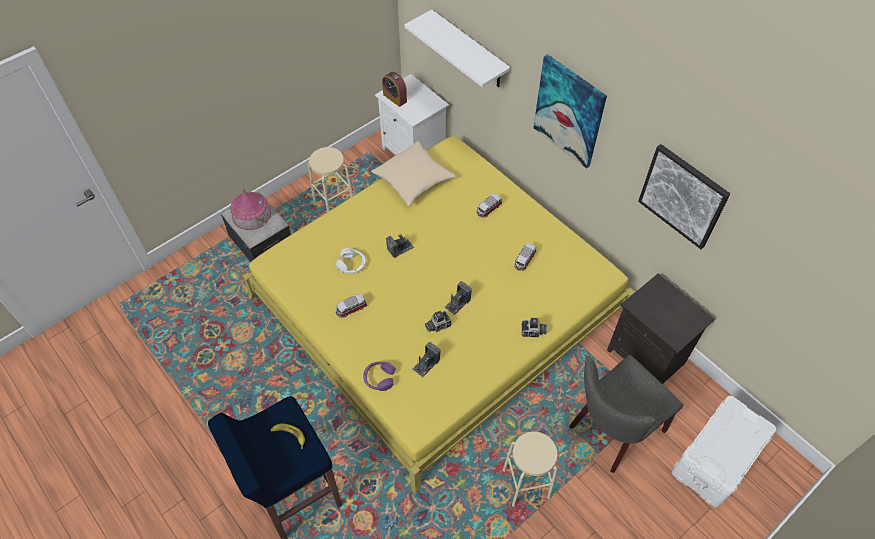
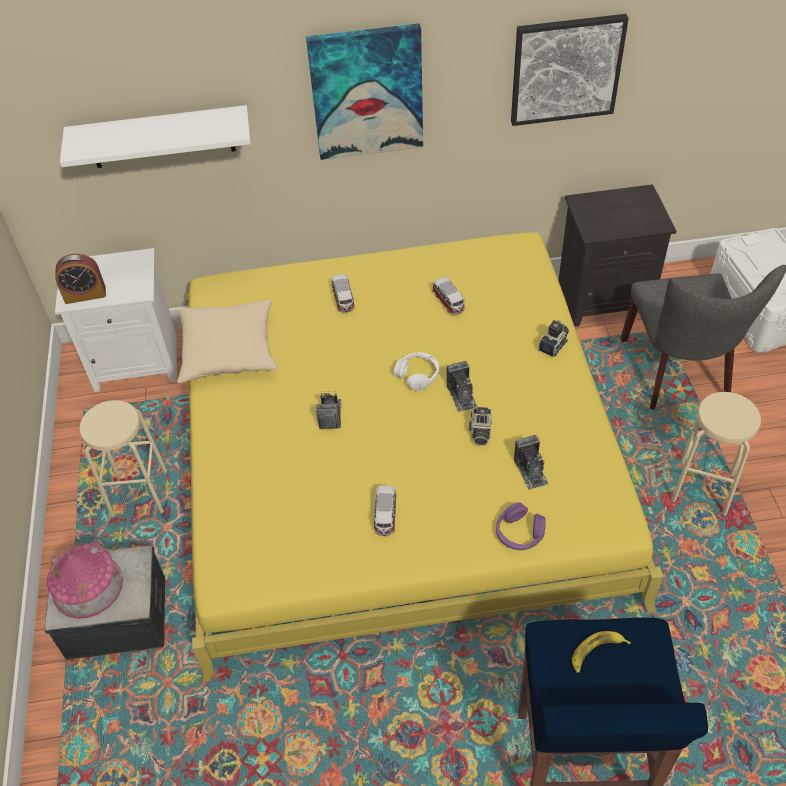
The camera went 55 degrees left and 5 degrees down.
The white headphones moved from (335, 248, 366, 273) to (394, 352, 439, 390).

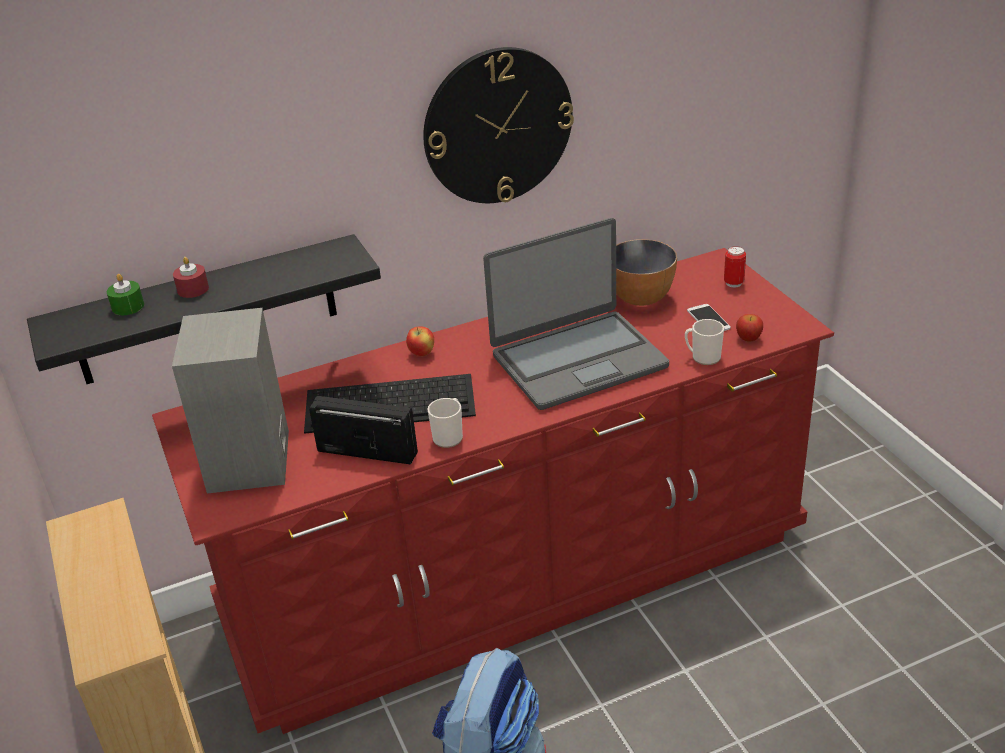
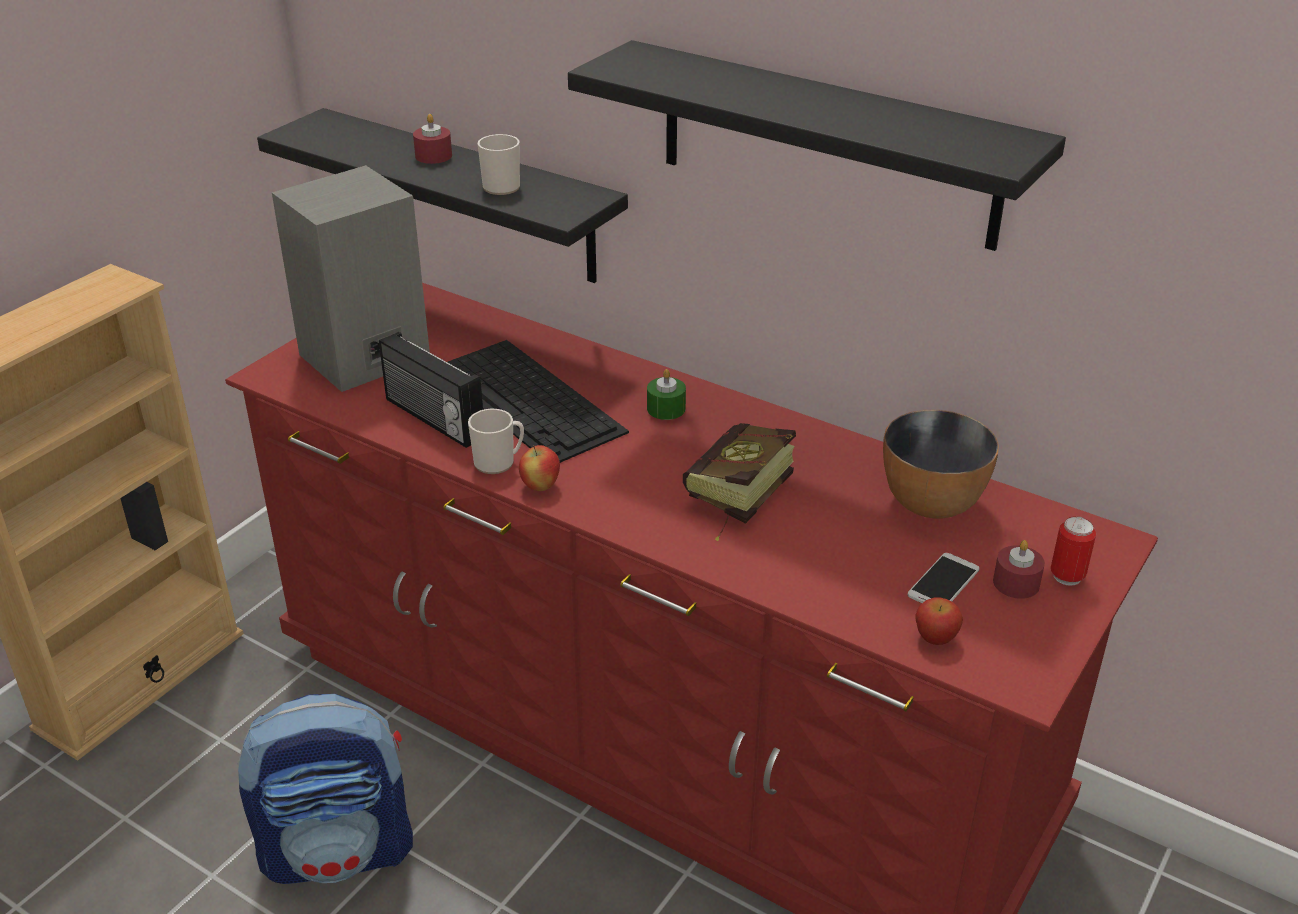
The camera went 55 degrees right and 0 degrees up.
The green candle moved from (107, 274, 144, 315) to (647, 369, 686, 420).
The radio at (309, 396, 418, 465) turned 150 degrees clockwise.
The apple moved from (406, 327, 434, 356) to (519, 445, 560, 491).
The wall clock at (423, 47, 574, 203) was replaced by the black shelf at (568, 40, 1066, 251).
The laptop at (483, 218, 669, 410) was replaced by the book at (683, 423, 796, 541).
The mug moved from (685, 319, 724, 365) to (478, 134, 520, 195).
The red candle at (993, 540, 1045, 599) appeared.

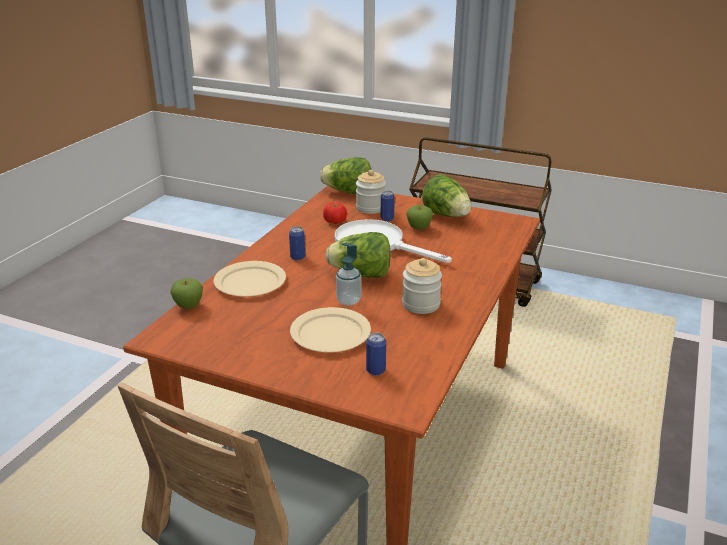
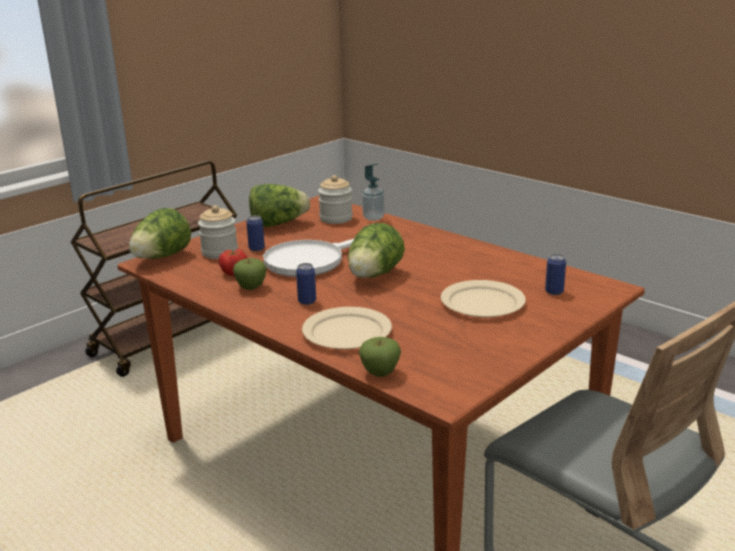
The camera went 70 degrees left and 5 degrees down.
The soap dispenser moved from (336, 243, 361, 306) to (362, 164, 385, 221).
The jar moved from (402, 258, 442, 314) to (318, 175, 353, 224).
The apple moved from (406, 205, 433, 230) to (233, 258, 266, 290).

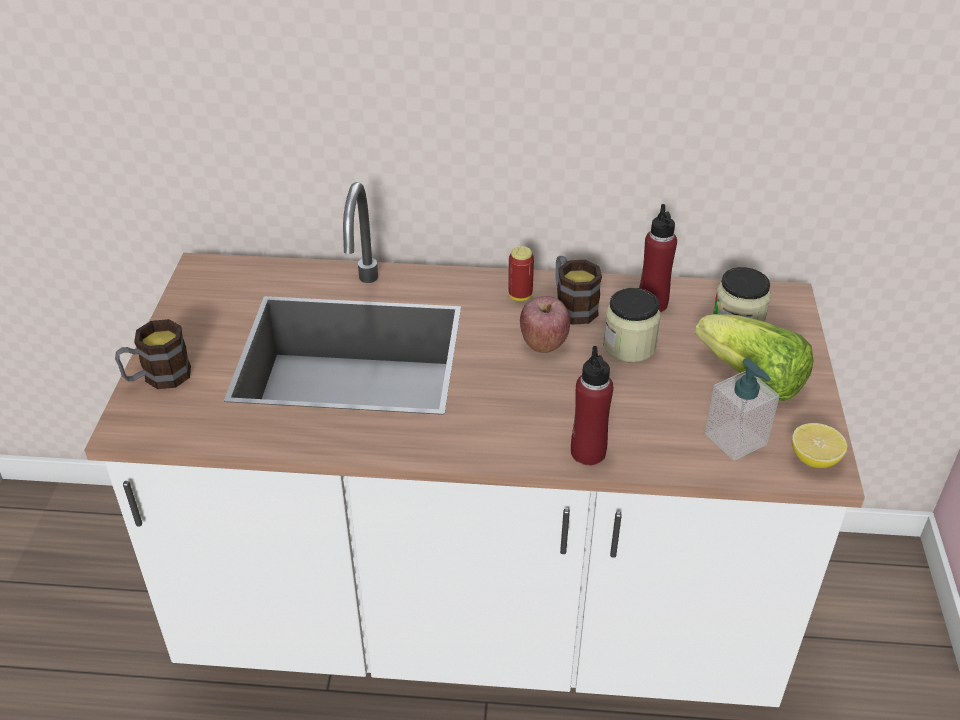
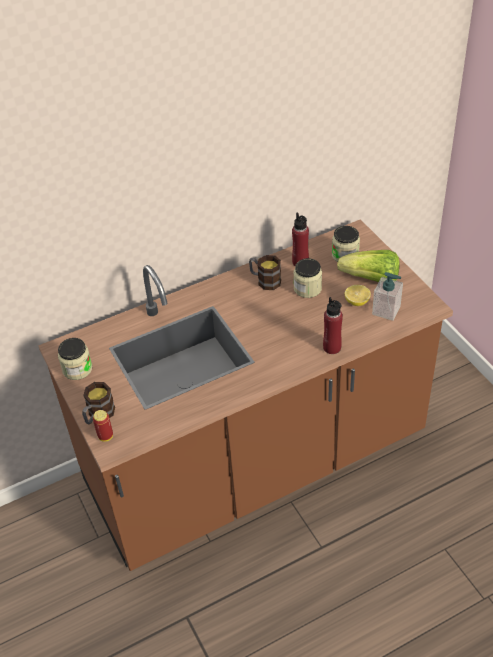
The camera went 30 degrees left and 5 degrees up.
The white counter at (84, 182, 865, 707) became the brown counter at (38, 219, 453, 571).
The can moved from (508, 246, 534, 301) to (93, 410, 113, 442).
The apple at (520, 296, 570, 353) disappeared.
The lemon moved from (792, 423, 847, 468) to (345, 285, 371, 306).
The jar at (58, 338, 93, 380) appeared.

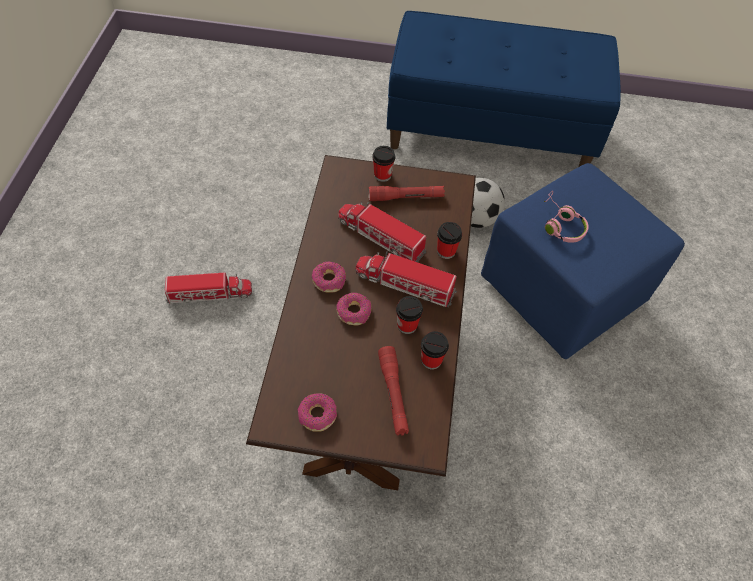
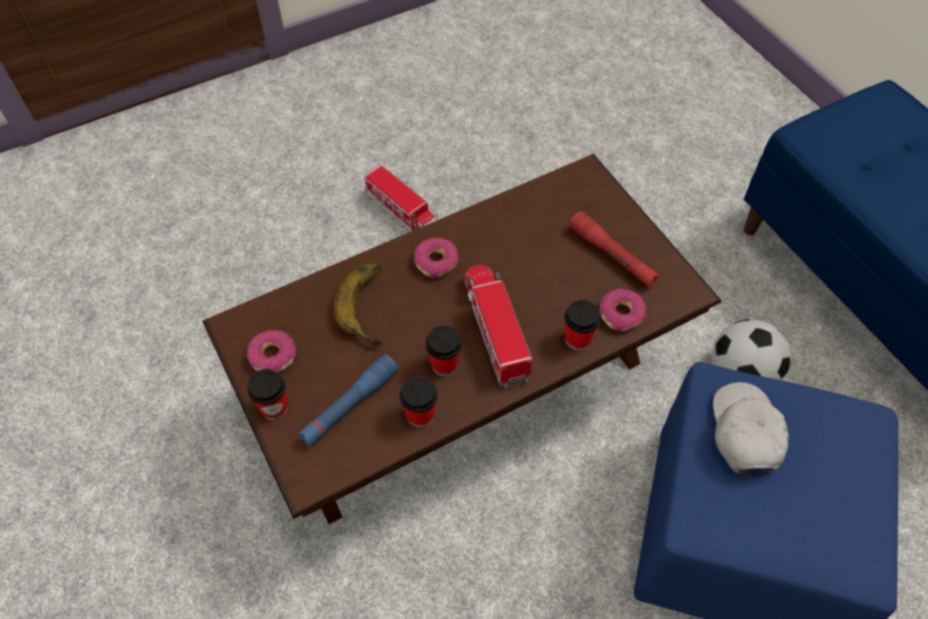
The camera went 55 degrees right and 0 degrees up.
The donut moved from (336, 293, 371, 326) to (600, 289, 646, 331).
The toy truck at (338, 202, 426, 262) disappeared.
The cup moved from (373, 146, 395, 182) to (247, 369, 288, 420).
The red flashlight at (378, 346, 409, 436) became the blue flashlight at (298, 354, 399, 447).
The pink headphones at (544, 191, 589, 243) was replaced by the white cap at (713, 382, 789, 476).
The banana at (334, 263, 382, 347) appeared.

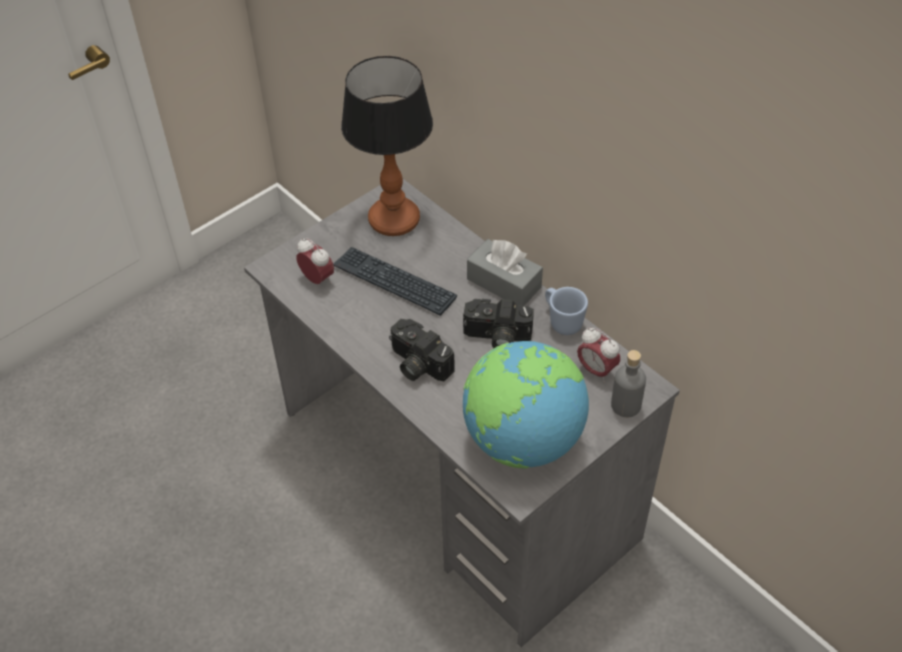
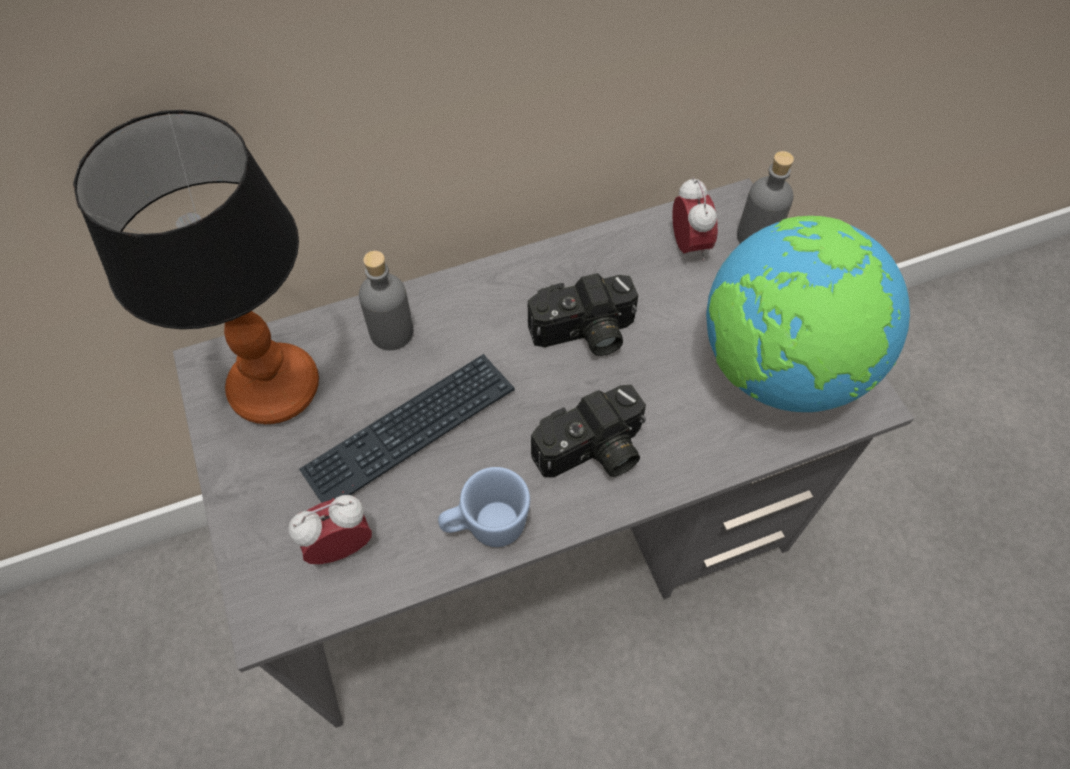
The camera went 70 degrees left and 10 degrees up.
The photo camera at (463, 299, 534, 348) turned 45 degrees clockwise.
The grey tissue box at (467, 239, 543, 306) disappeared.
The blue mug moved from (545, 287, 588, 335) to (438, 467, 530, 547).
The alarm clock at (577, 328, 620, 382) turned 75 degrees counterclockwise.
The grey bottle at (359, 251, 414, 350) appeared.

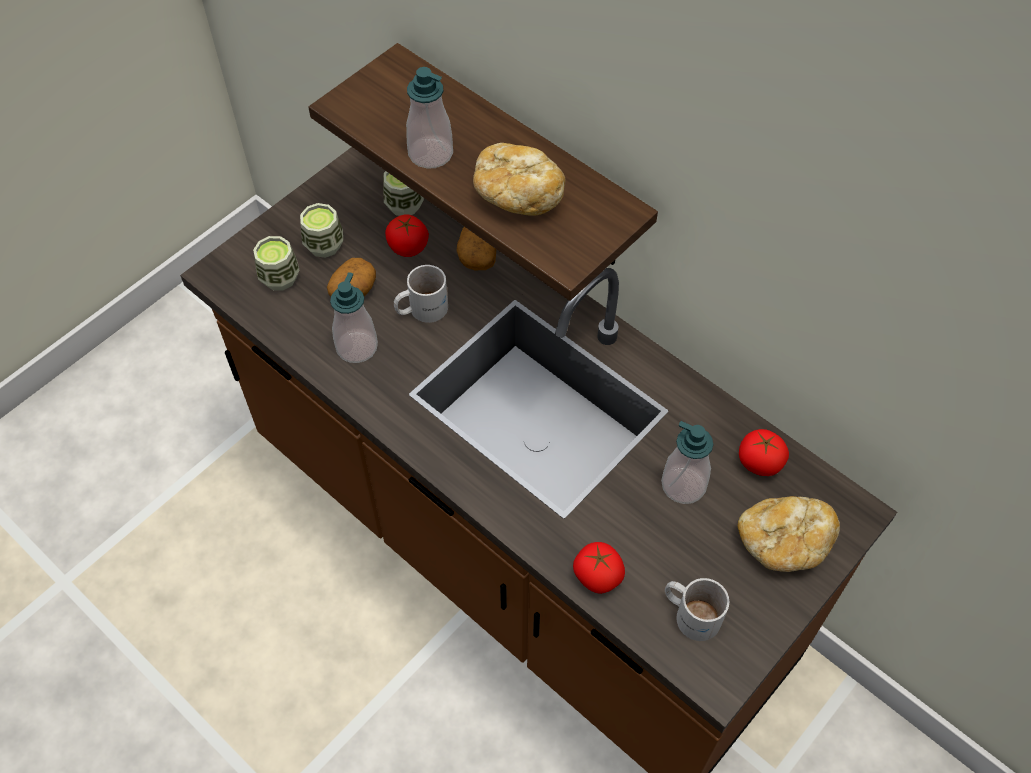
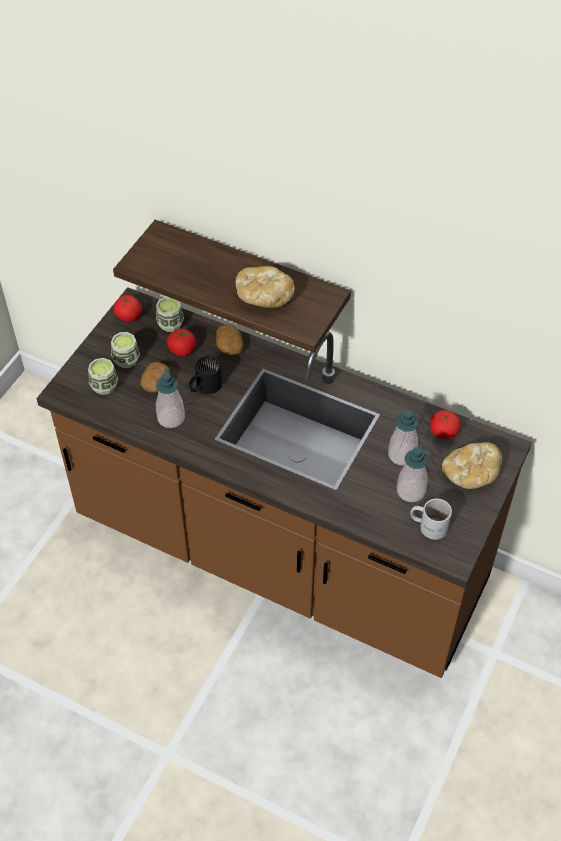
The camera went 15 degrees left and 5 degrees down.
The white mug at (394, 265, 448, 323) became the black mug at (189, 356, 222, 394).
The soap dispenser moved from (406, 67, 453, 169) to (397, 447, 430, 502).
The tomato moved from (573, 542, 625, 594) to (113, 295, 142, 322).

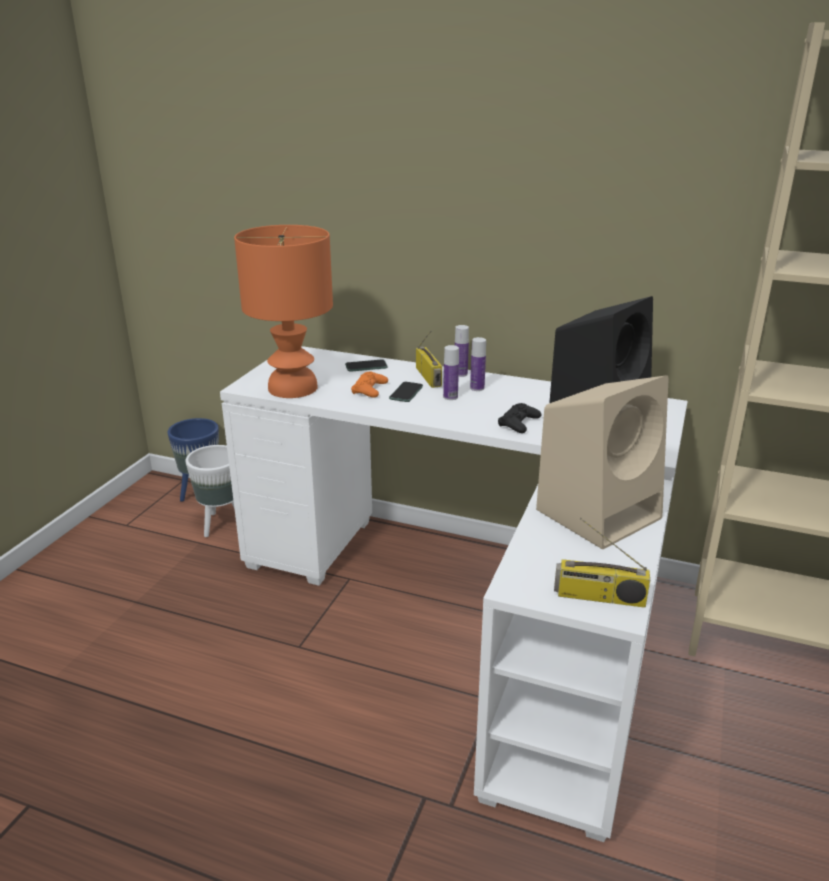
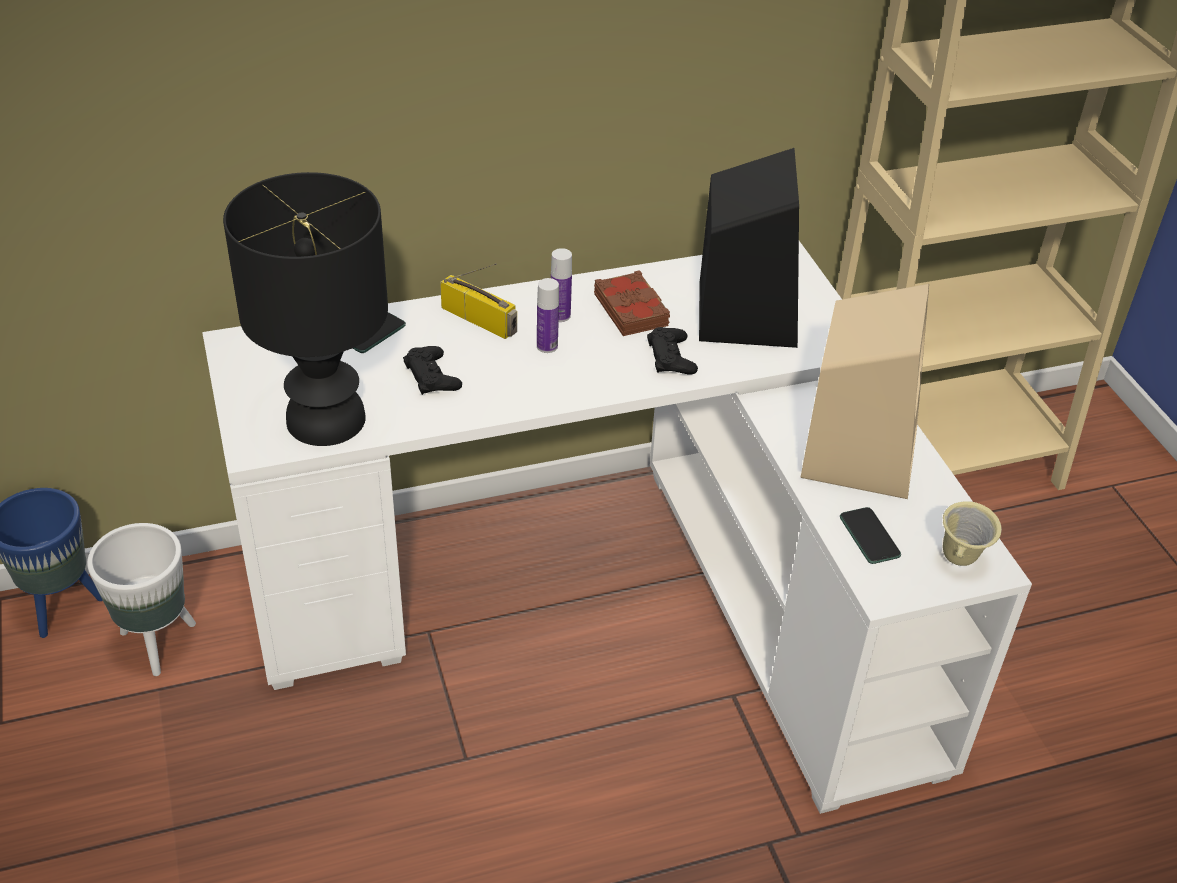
The camera went 40 degrees left and 15 degrees up.
The orange table lamp at (234, 225, 333, 398) became the black table lamp at (223, 172, 388, 446).
The orange game controller at (351, 371, 388, 397) became the black game controller at (403, 346, 462, 395).
The phone moved from (389, 382, 423, 402) to (840, 507, 901, 564).
The bottle at (455, 325, 469, 377) disappeared.
The radio at (554, 518, 650, 608) was replaced by the beige mug at (943, 501, 1002, 566).
The brown book at (594, 270, 670, 336) appeared.

